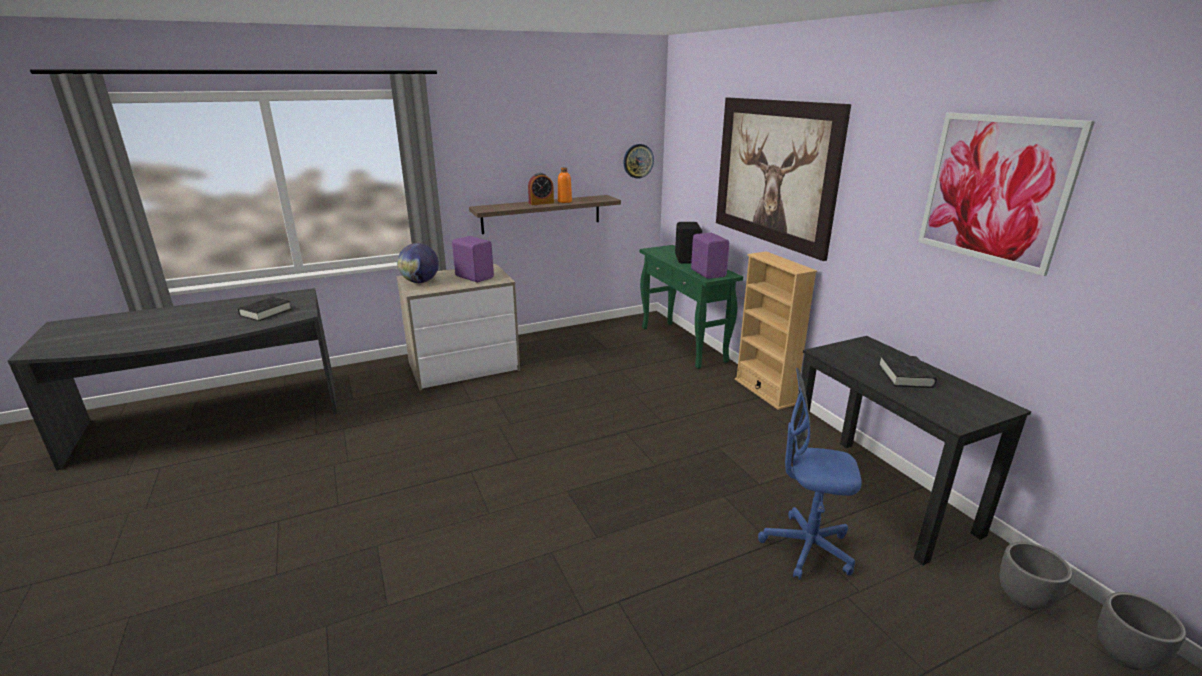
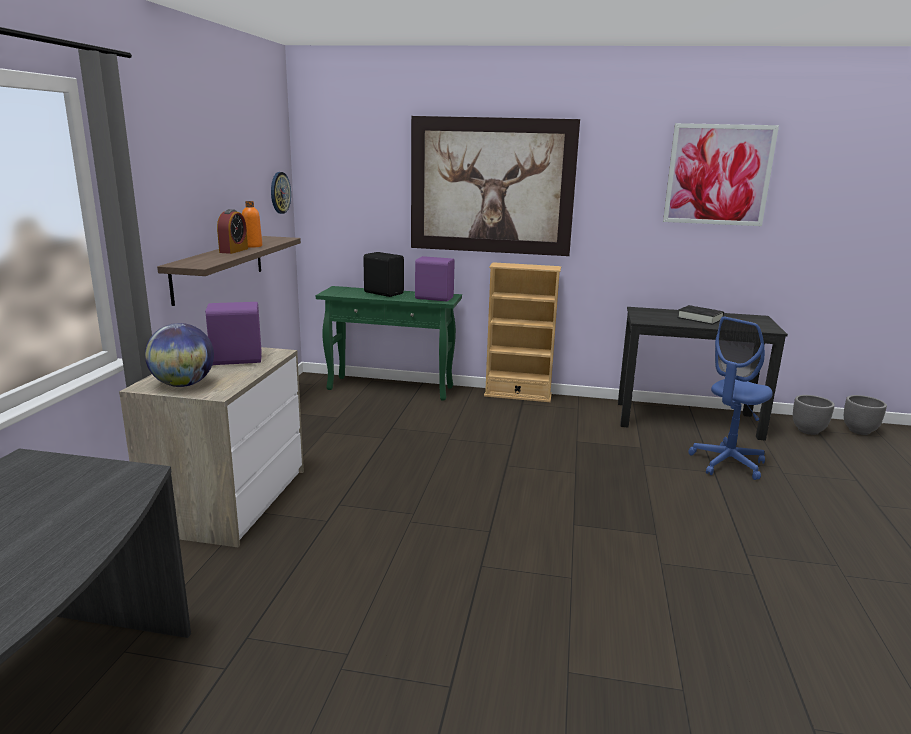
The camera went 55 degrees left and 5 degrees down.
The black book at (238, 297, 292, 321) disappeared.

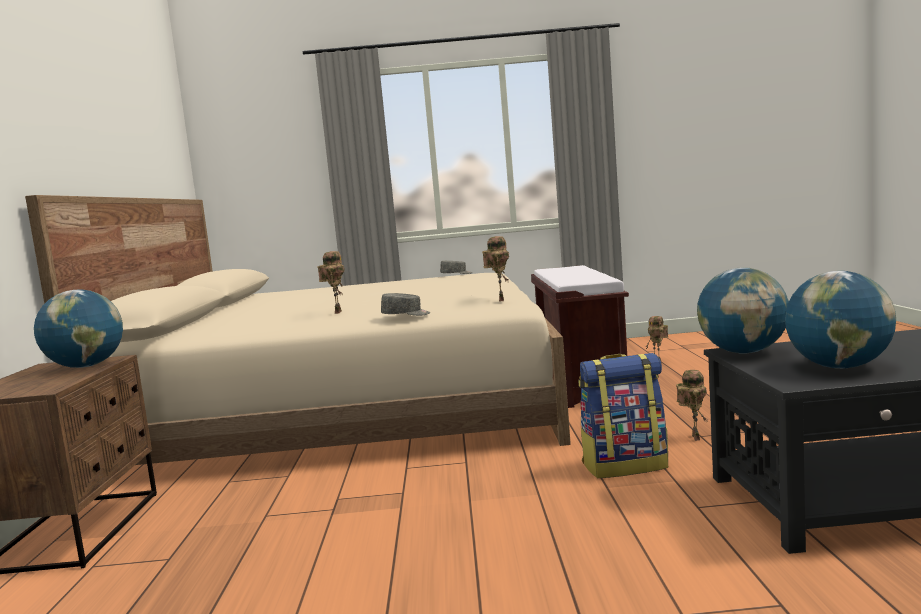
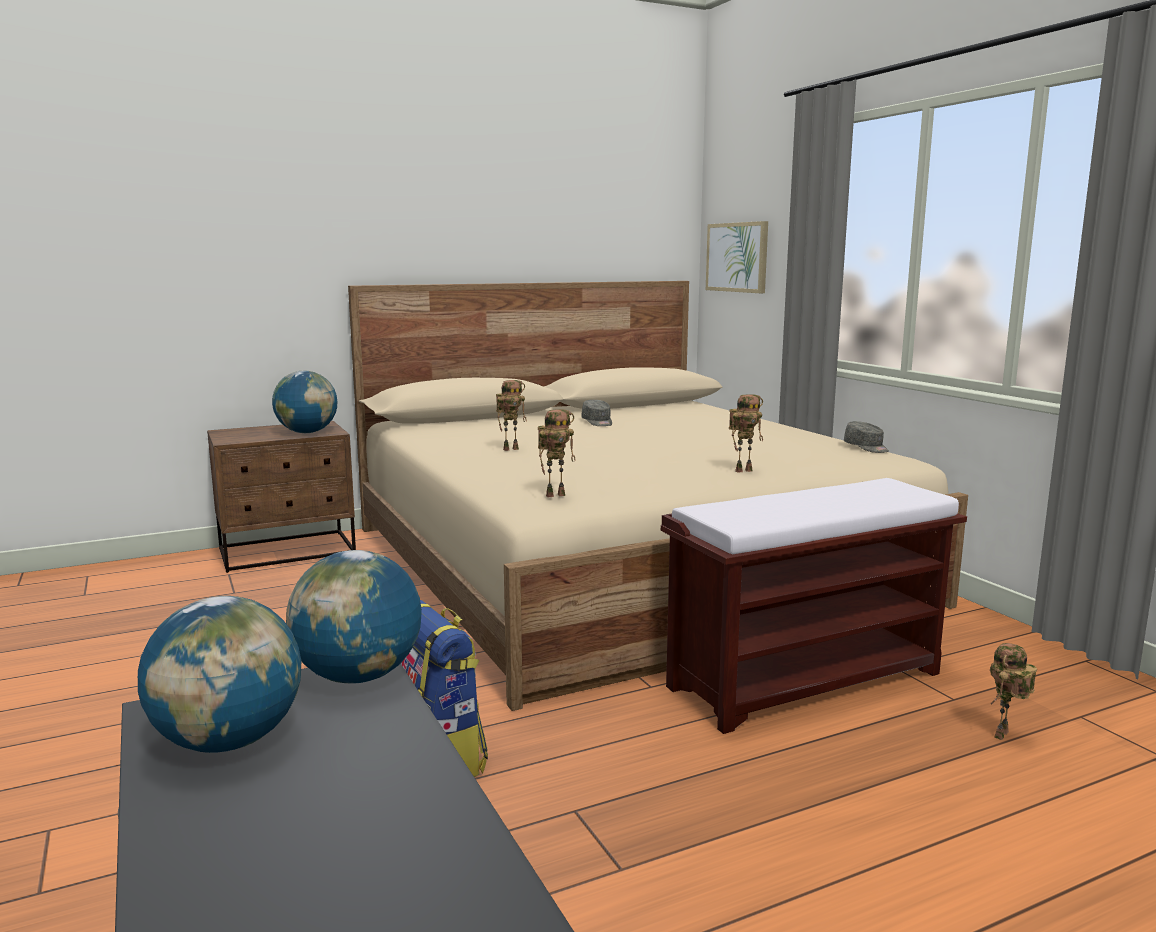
The camera went 65 degrees right and 5 degrees up.
The grey cap moved from (381, 293, 430, 316) to (582, 400, 612, 426).
The toy robot moved from (676, 370, 708, 441) to (729, 394, 763, 472).
The picture at (706, 221, 768, 293) appeared.

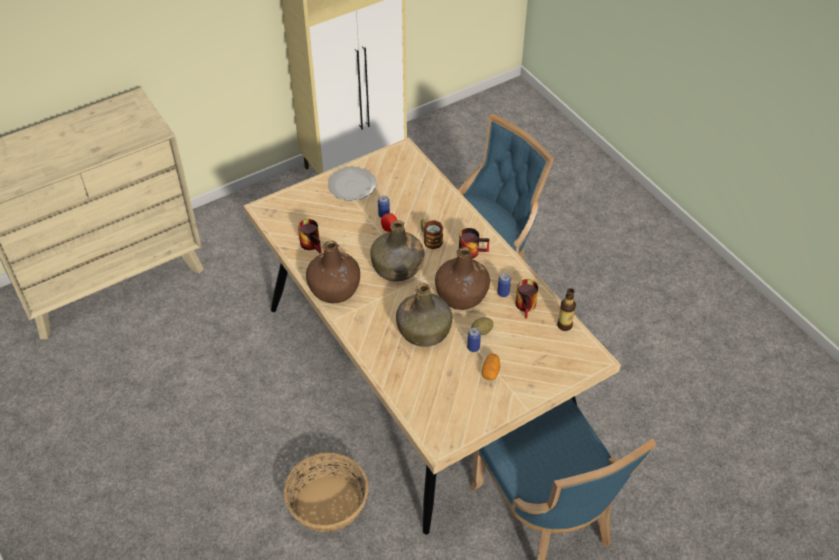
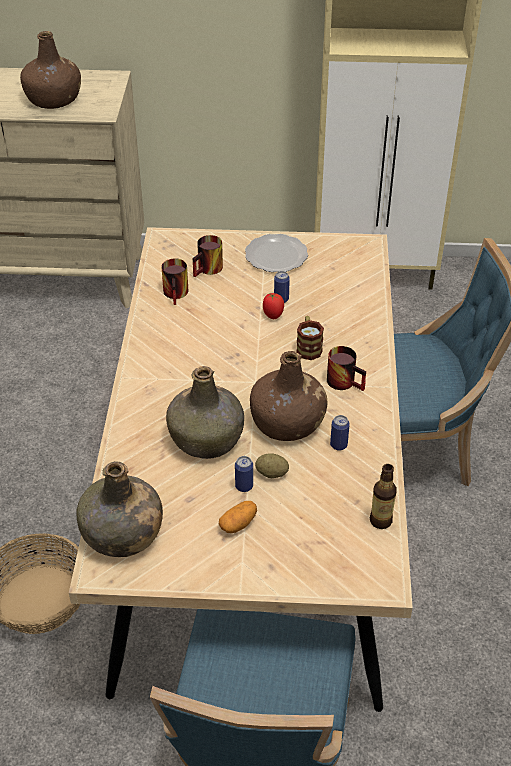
The camera went 35 degrees right and 5 degrees down.
The brown bottle moved from (306, 241, 360, 303) to (20, 31, 81, 109).
The green bottle moved from (370, 220, 424, 282) to (76, 461, 163, 557).
The mug moved from (515, 279, 538, 319) to (193, 235, 223, 277).

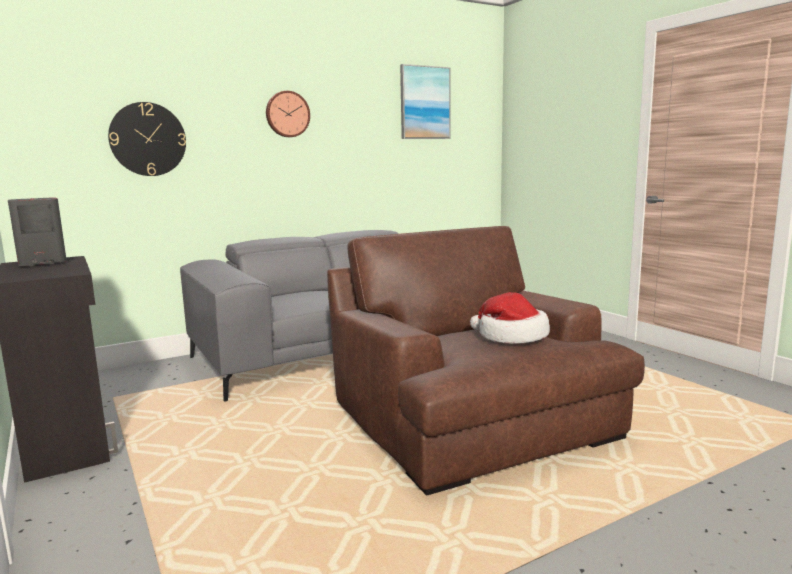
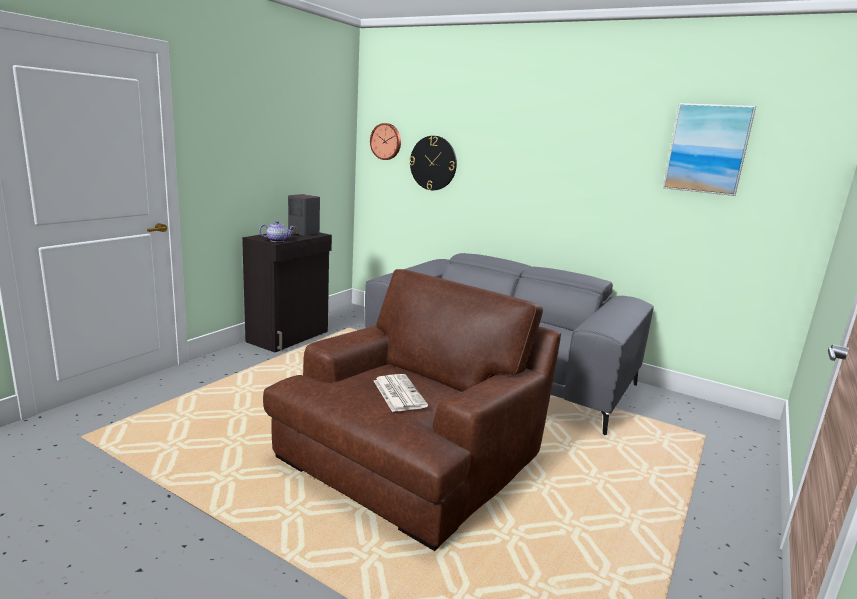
The camera went 60 degrees right and 5 degrees up.
The wall clock moved from (266, 91, 310, 137) to (370, 123, 401, 160).
The hat at (470, 292, 550, 344) was replaced by the newspaper at (374, 374, 428, 412).
The teapot at (259, 221, 294, 242) appeared.

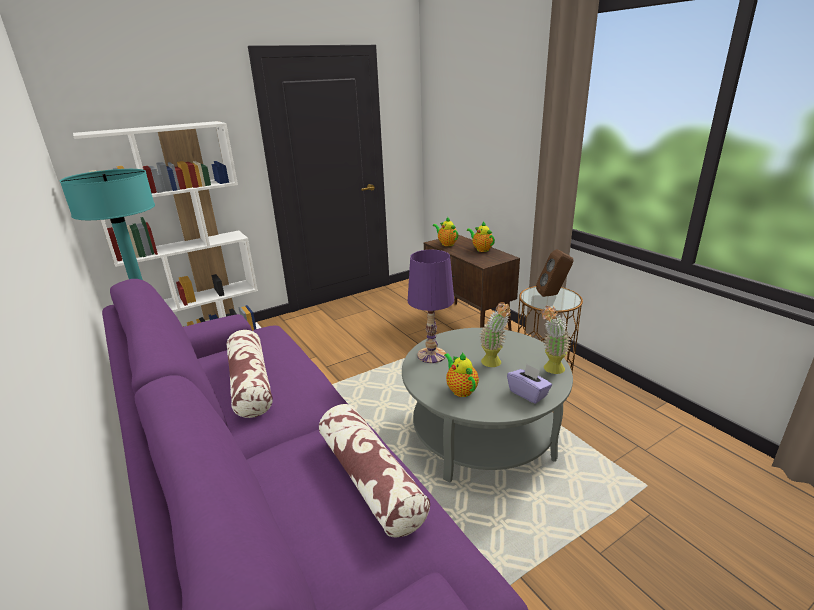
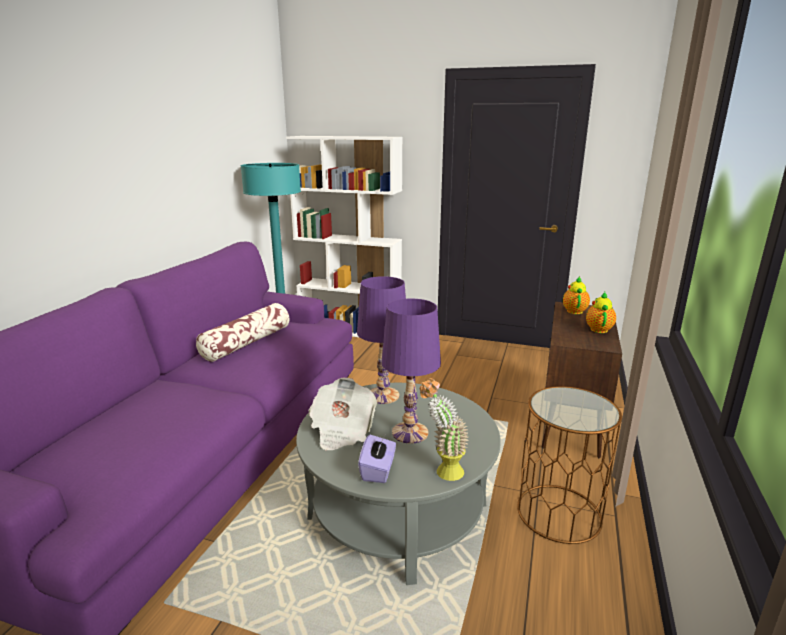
The camera went 50 degrees right and 5 degrees down.
The pillow at (319, 404, 430, 537) disappeared.
The teapot at (444, 352, 479, 397) was replaced by the newspaper at (308, 378, 377, 451).
The potted plant at (480, 302, 511, 367) was replaced by the purple table lamp at (382, 299, 441, 444).
The brown speaker at (536, 249, 574, 297) disappeared.

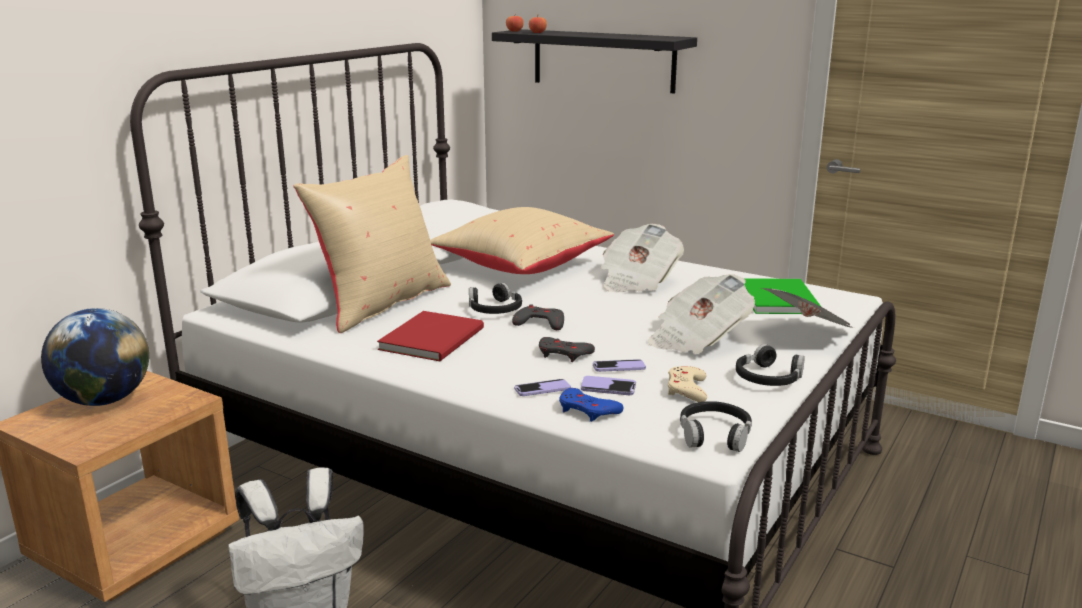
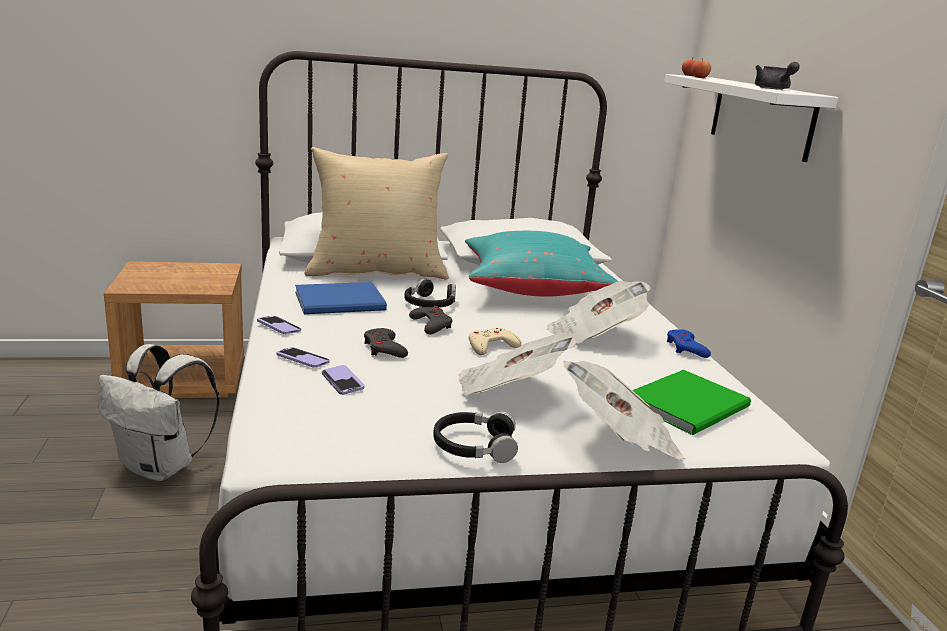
The camera went 45 degrees right and 0 degrees up.
The globe at (41, 308, 149, 406) disappeared.
The red book at (377, 311, 484, 361) became the blue book at (295, 282, 387, 314).
The beige pillow at (430, 207, 614, 274) became the turquoise pillow at (465, 231, 618, 297).
The black shelf at (492, 29, 697, 94) became the white shelf at (664, 74, 838, 162).
The blue game controller moved from (559, 388, 623, 422) to (667, 329, 711, 358).
The phone moved from (593, 359, 646, 372) to (257, 316, 301, 334).
The beige game controller moved from (668, 366, 707, 402) to (468, 328, 522, 355).
The black headphones at (680, 401, 752, 452) disappeared.
The grey teapot at (755, 62, 800, 90) appeared.

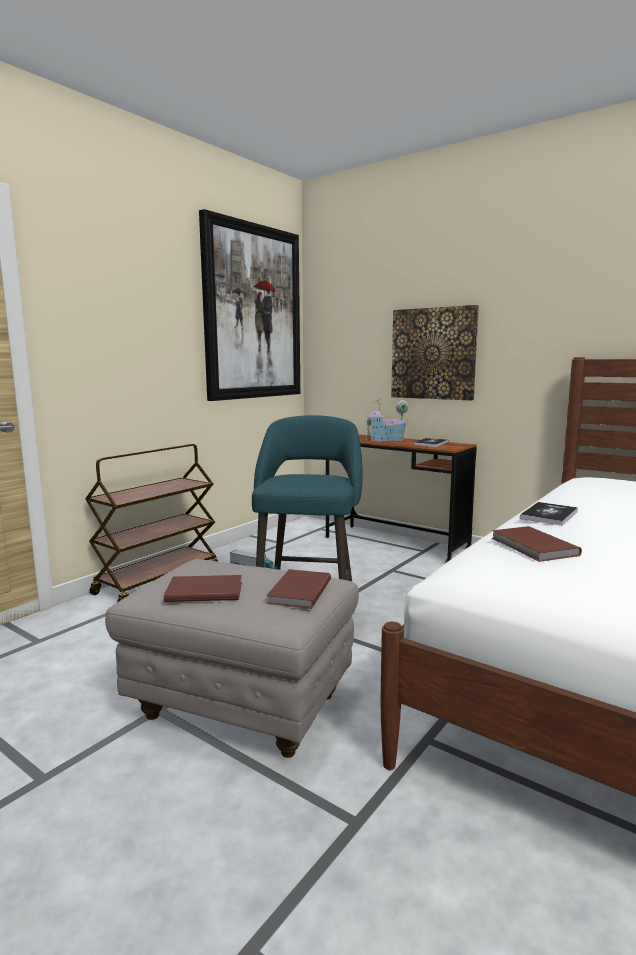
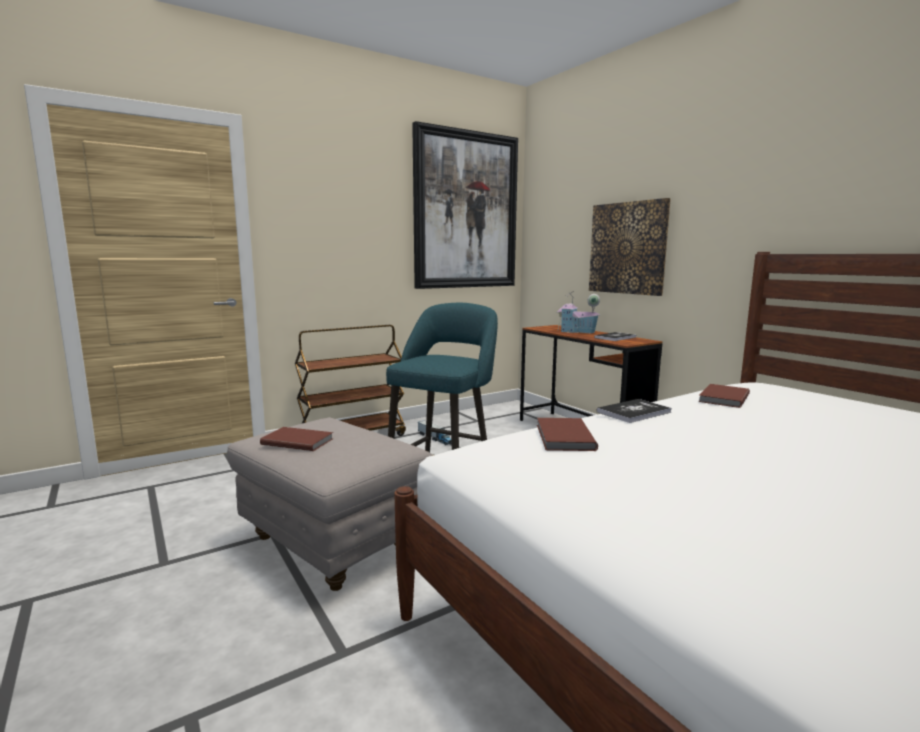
The camera went 20 degrees right and 0 degrees up.
The brown book moved from (266, 569, 331, 609) to (698, 384, 750, 408).

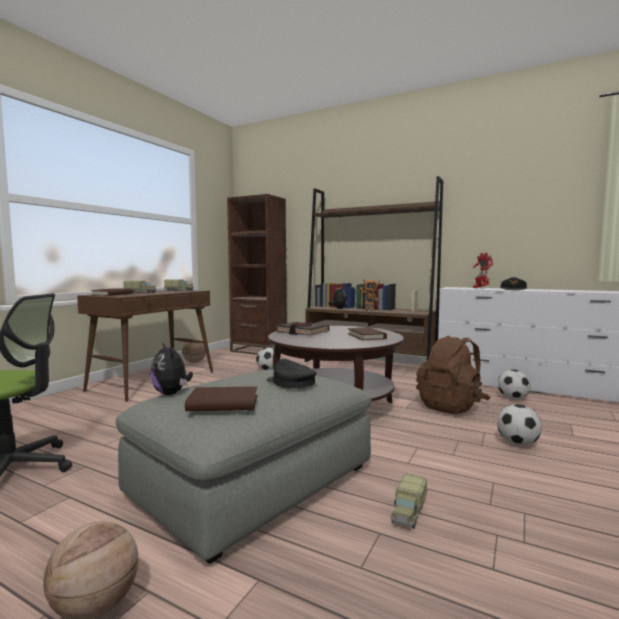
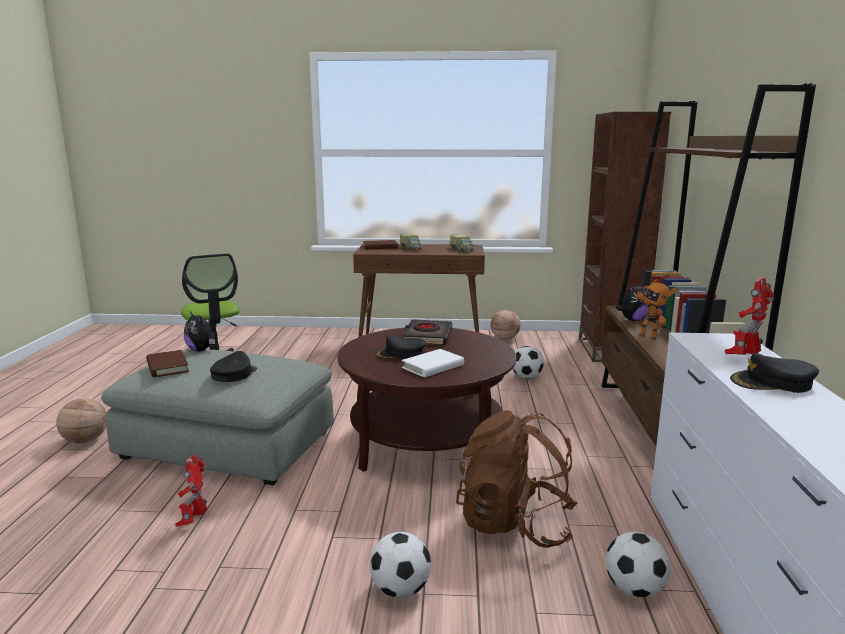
The camera went 65 degrees right and 10 degrees up.
The plush toy at (151, 342, 193, 395) turned 75 degrees counterclockwise.
The brown book at (348, 327, 387, 340) became the white book at (402, 349, 464, 377).
The toy truck at (391, 473, 427, 529) was replaced by the toy robot at (175, 454, 207, 527).
The black cap at (375, 335, 426, 359) appeared.

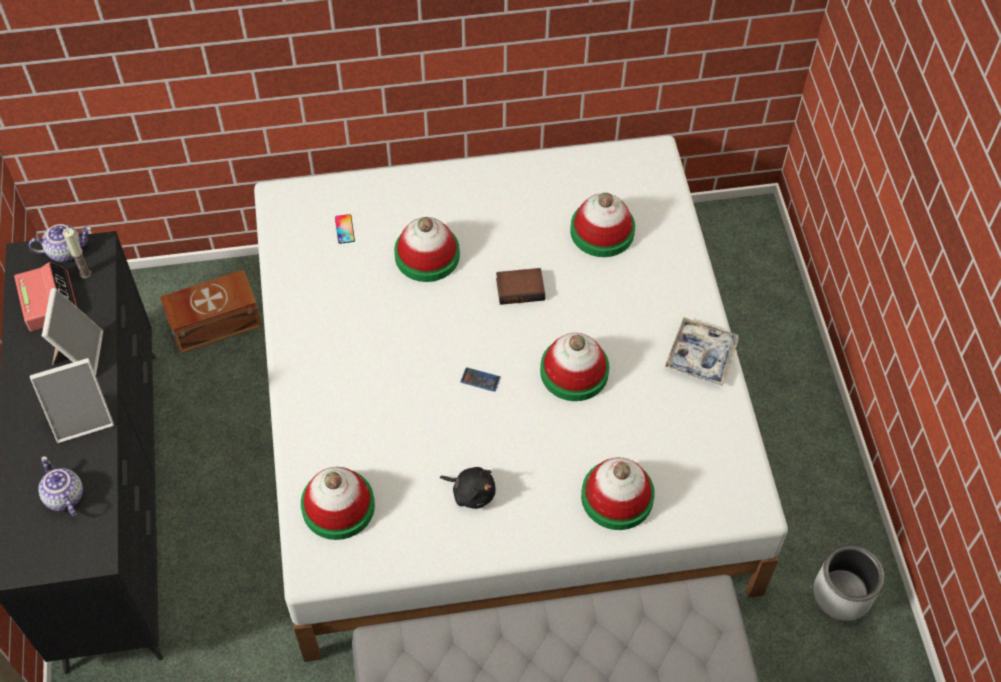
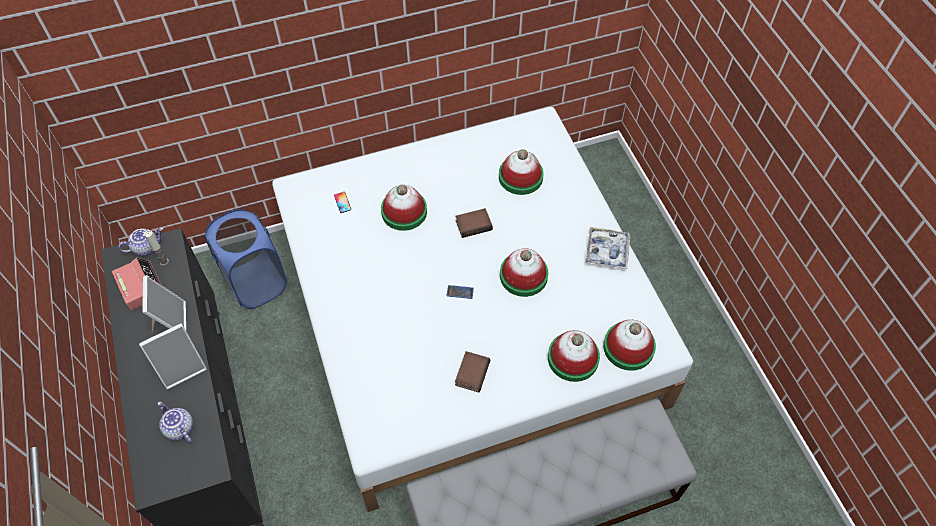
The camera went 10 degrees left and 0 degrees up.
The brown storage box at (160, 270, 262, 354) was replaced by the blue laundry basket at (204, 209, 287, 309).
The hat moved from (301, 467, 375, 540) to (603, 320, 656, 371).
The black plush toy at (440, 467, 496, 509) was replaced by the book at (455, 351, 490, 392).
The grey planter at (813, 545, 884, 621) disappeared.

